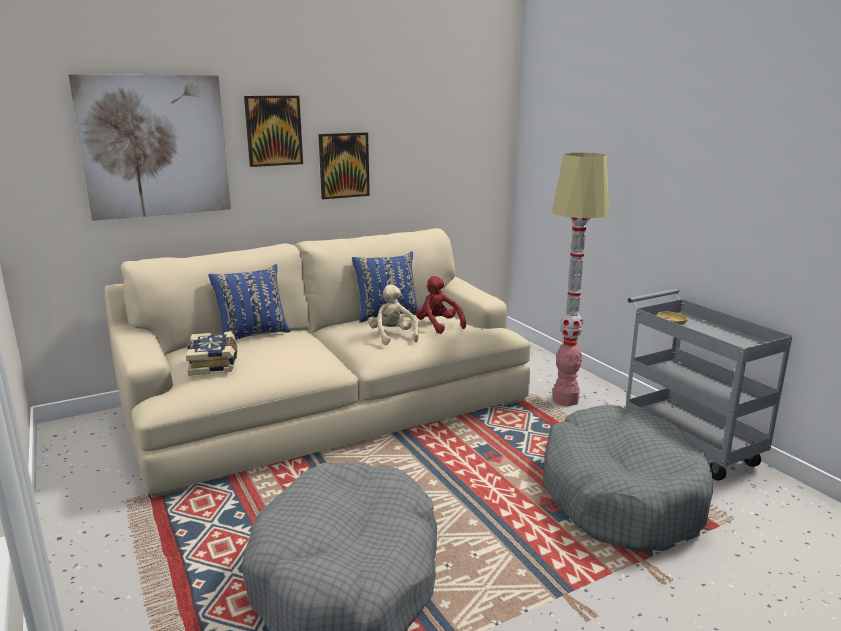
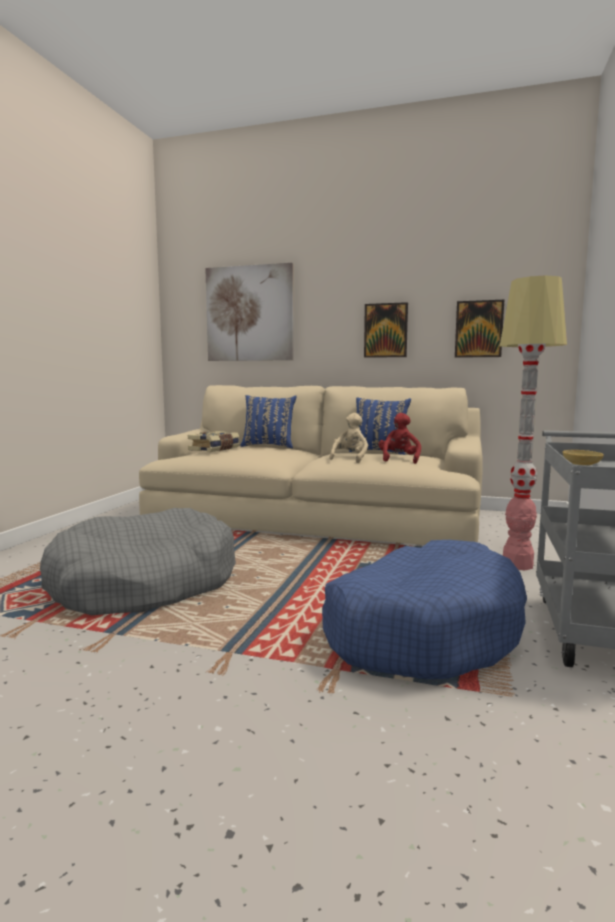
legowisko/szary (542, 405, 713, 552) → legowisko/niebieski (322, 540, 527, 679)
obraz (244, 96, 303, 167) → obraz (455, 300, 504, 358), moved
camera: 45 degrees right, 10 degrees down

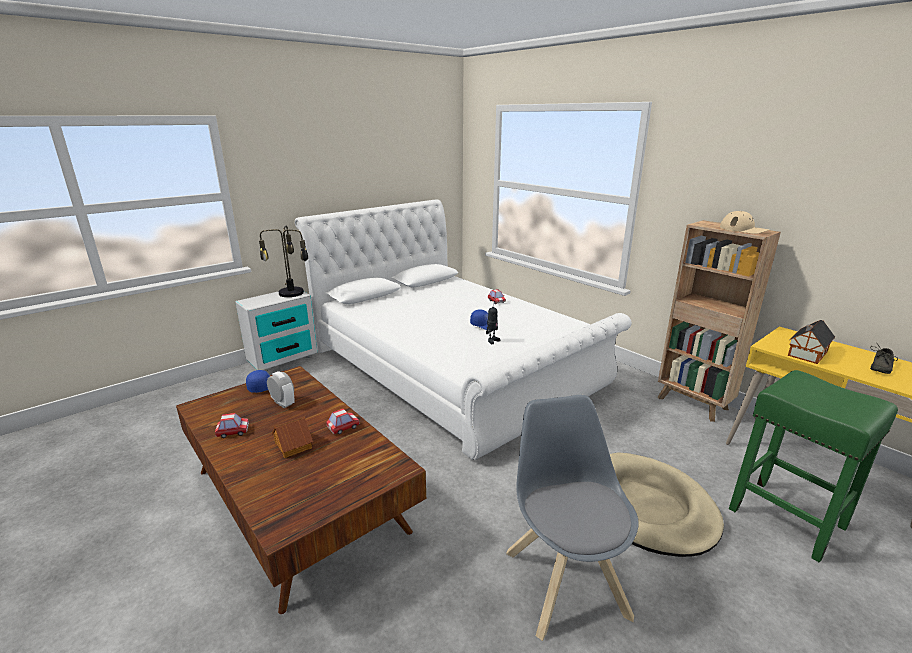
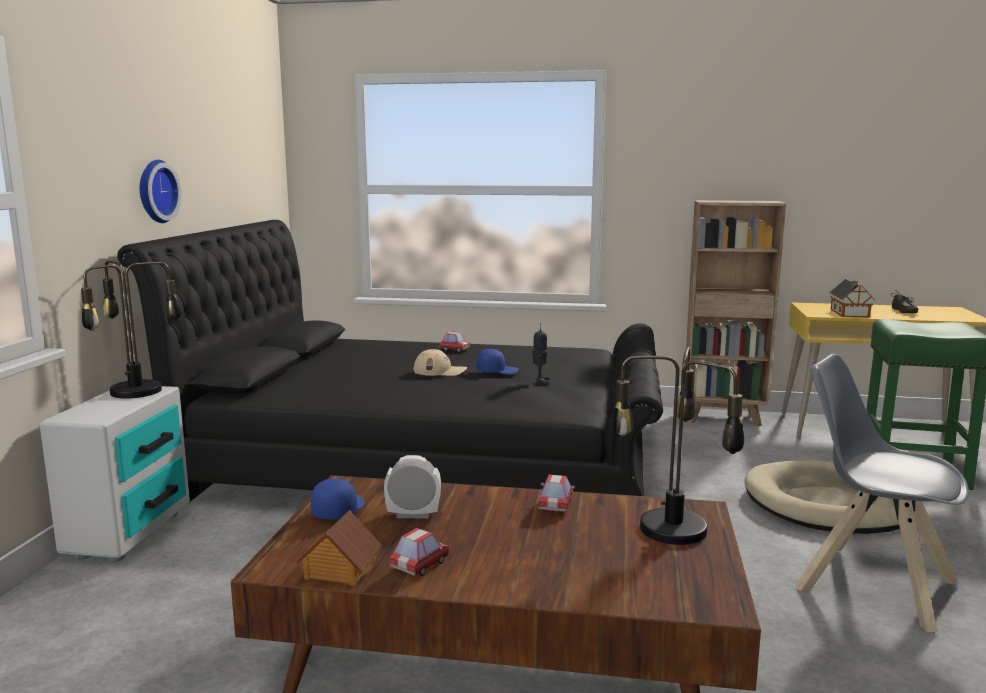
łóżko/biały (295, 199, 632, 460) → łóżko/czarny (117, 220, 663, 501)
- → zegar ścienny (140, 160, 181, 223)
domek (272, 416, 313, 458) → domek (296, 510, 382, 586), moved
czapka z daszkiem/beżowy (720, 211, 769, 234) → czapka z daszkiem/beżowy (413, 349, 467, 376), moved
- → lampa stołowa (613, 347, 744, 545)
camera: 40 degrees left, 10 degrees down

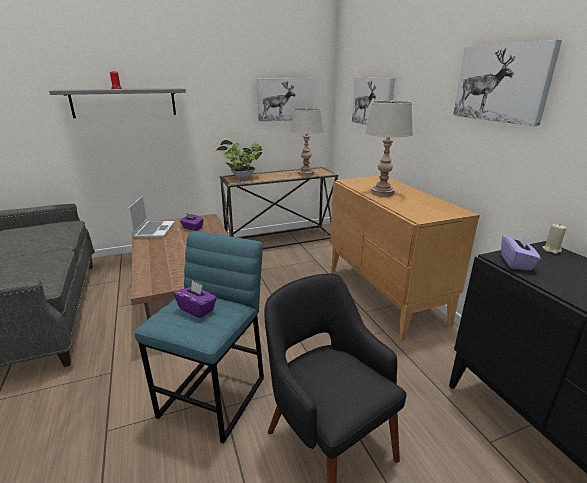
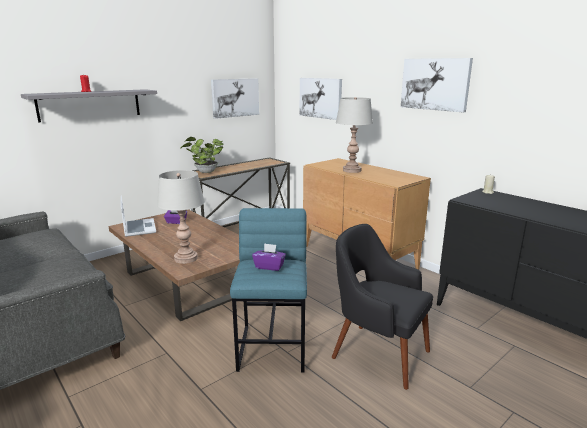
lampa stołowa/szary (290, 108, 323, 176) → lampa stołowa/szary (157, 170, 205, 264), moved
pudełko chusteczek/fioletowy (501, 233, 541, 270) → -
camera: 20 degrees left, 5 degrees down

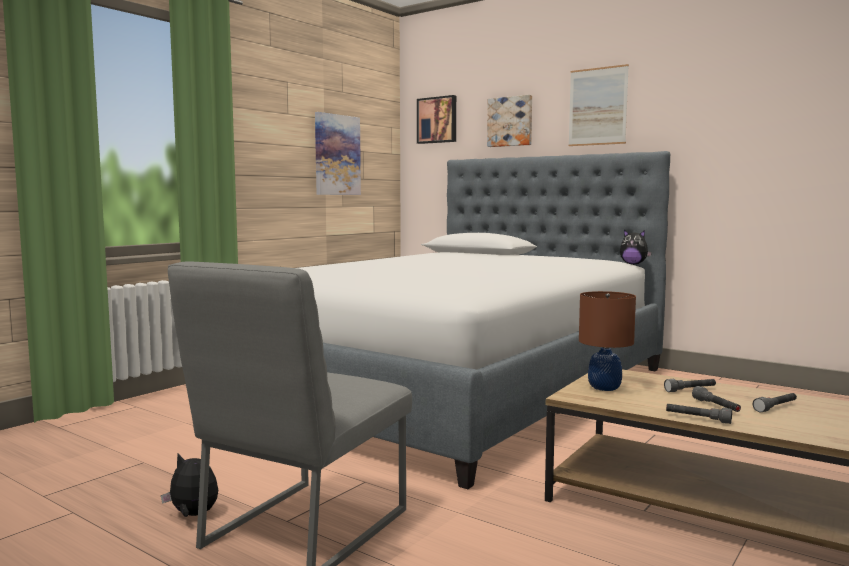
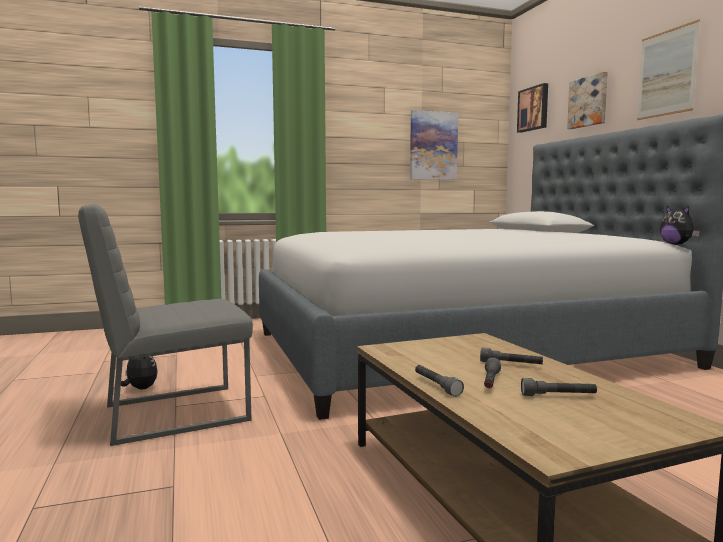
lampa stołowa/brązowy (579, 291, 636, 391) → -
camera: 35 degrees right, 0 degrees up

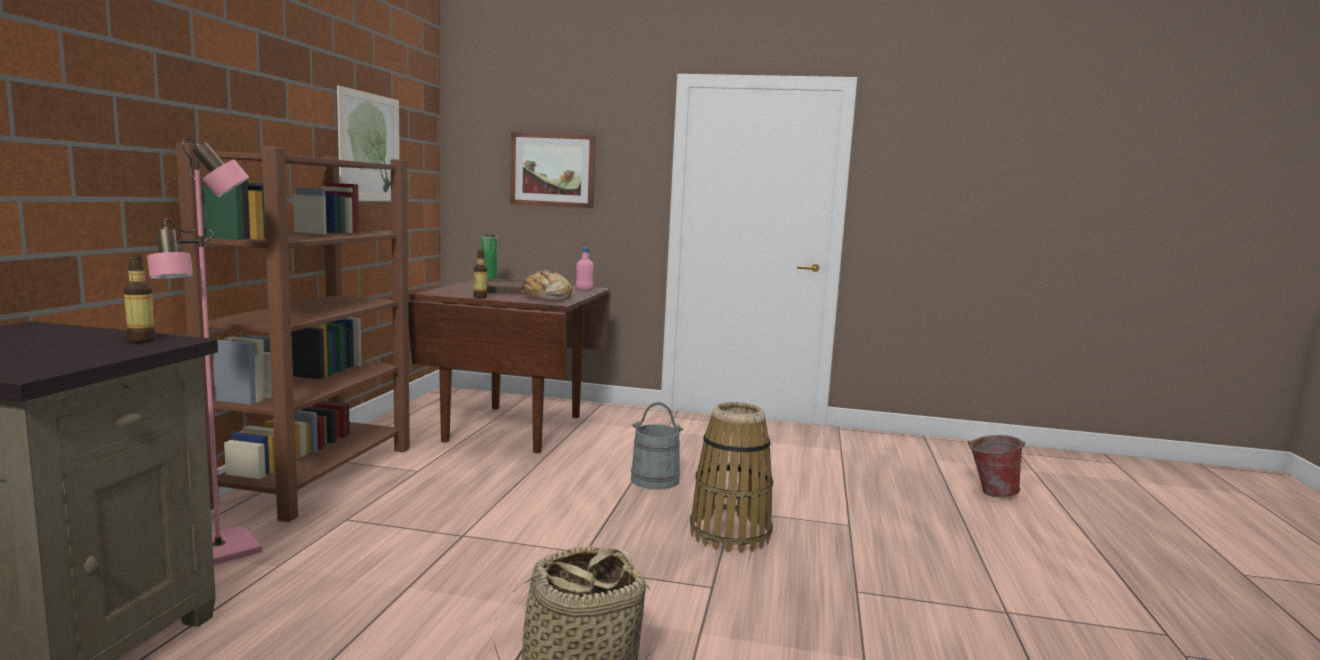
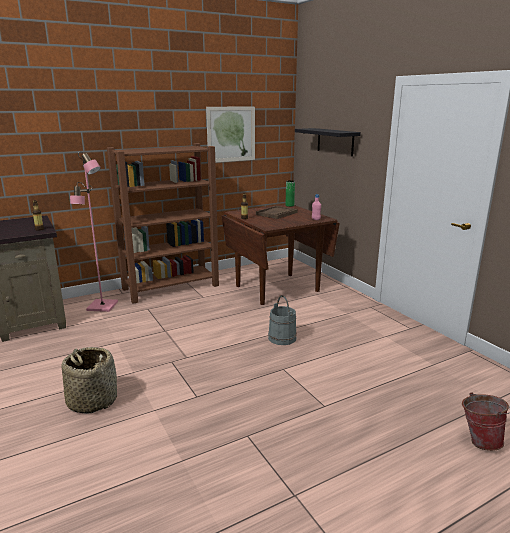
obraz (510, 132, 596, 208) → półka/czarny (295, 128, 361, 156)
chleb (521, 270, 572, 301) → -
koszyk (690, 402, 773, 553) → -
camera: 50 degrees right, 10 degrees up

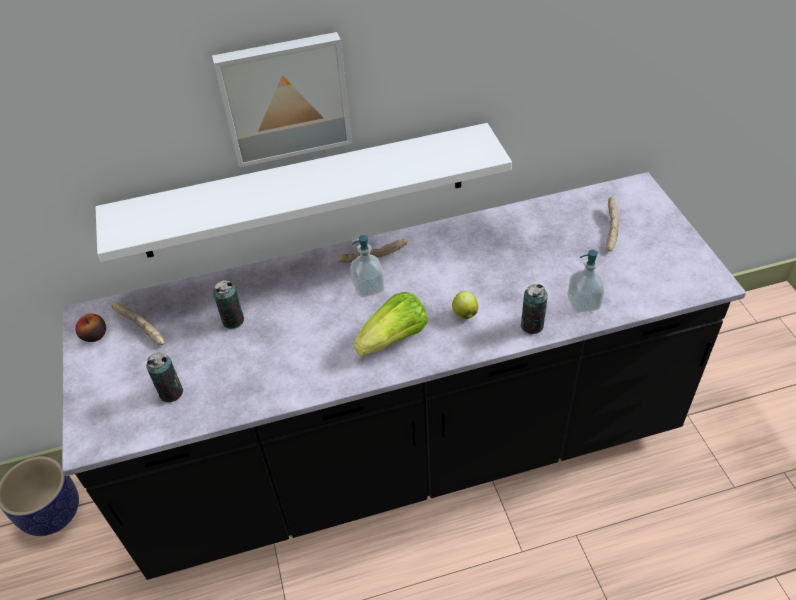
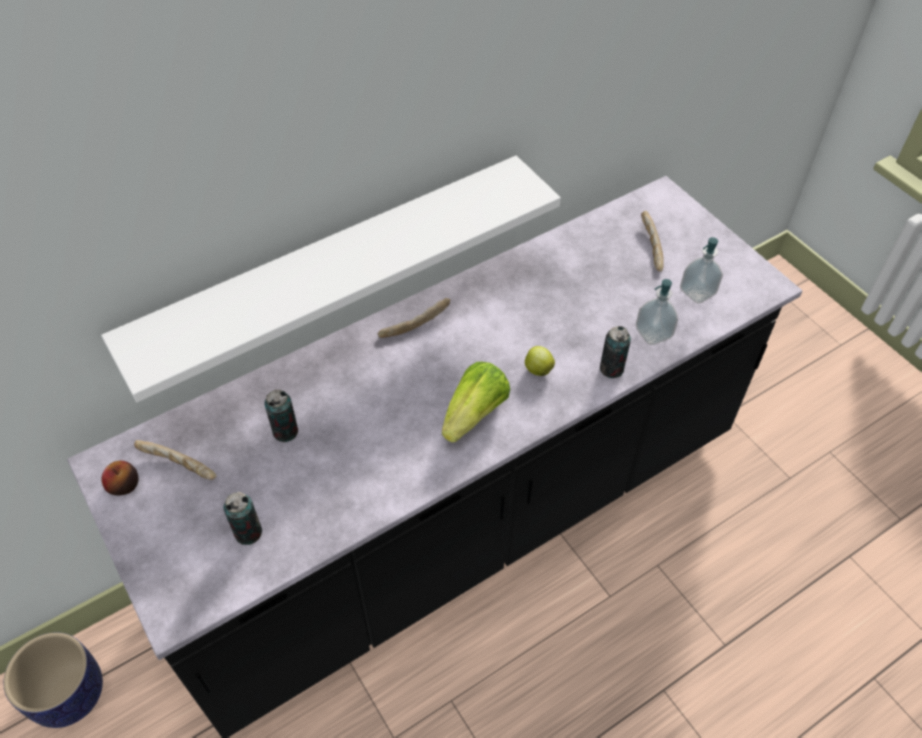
dozownik mydła (350, 235, 385, 297) → dozownik mydła (680, 237, 723, 303), moved
obraz (212, 32, 352, 167) → -
camera: 20 degrees left, 5 degrees up

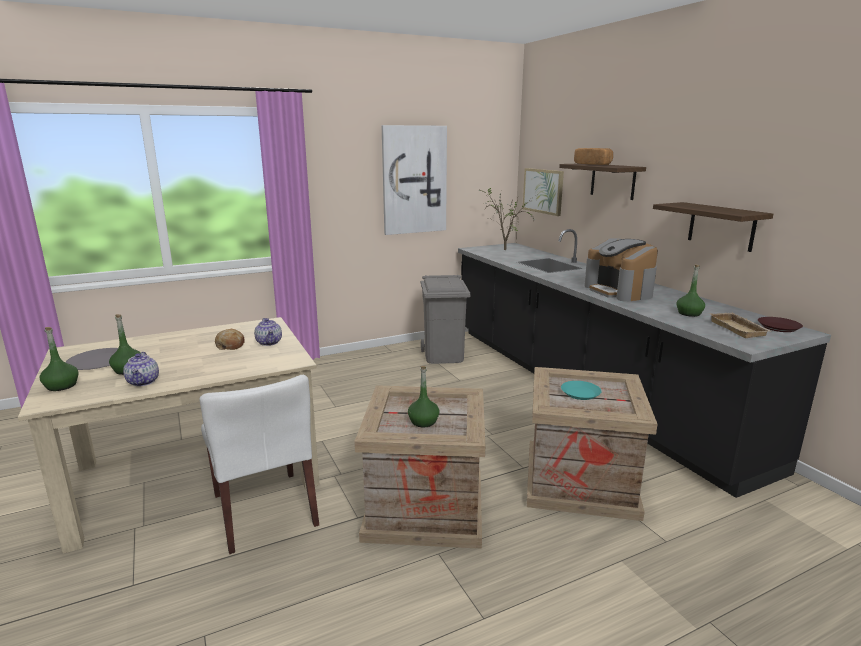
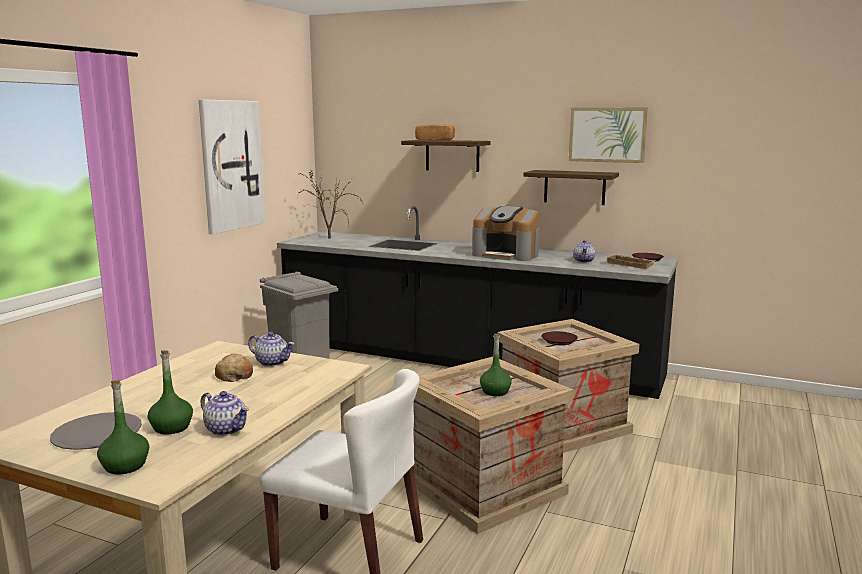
talerz/turkusowy (561, 381, 601, 400) → talerz/brązowy (541, 331, 578, 345)
obraz (523, 168, 564, 216) → obraz (569, 107, 648, 163), moved
butelka/zielony (677, 264, 705, 317) → imbryk (573, 240, 595, 263)
camera: 40 degrees left, 5 degrees down

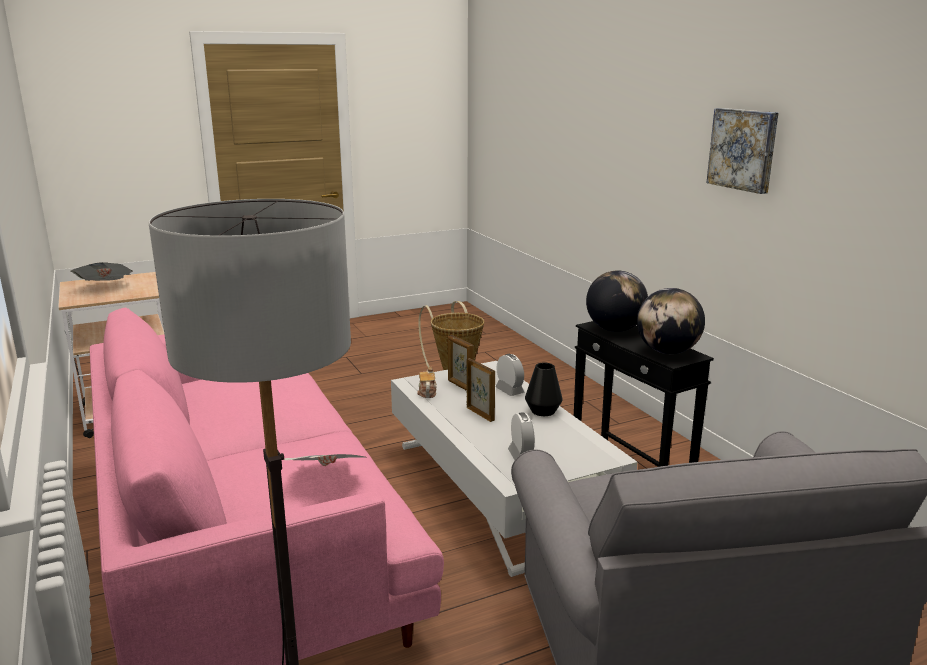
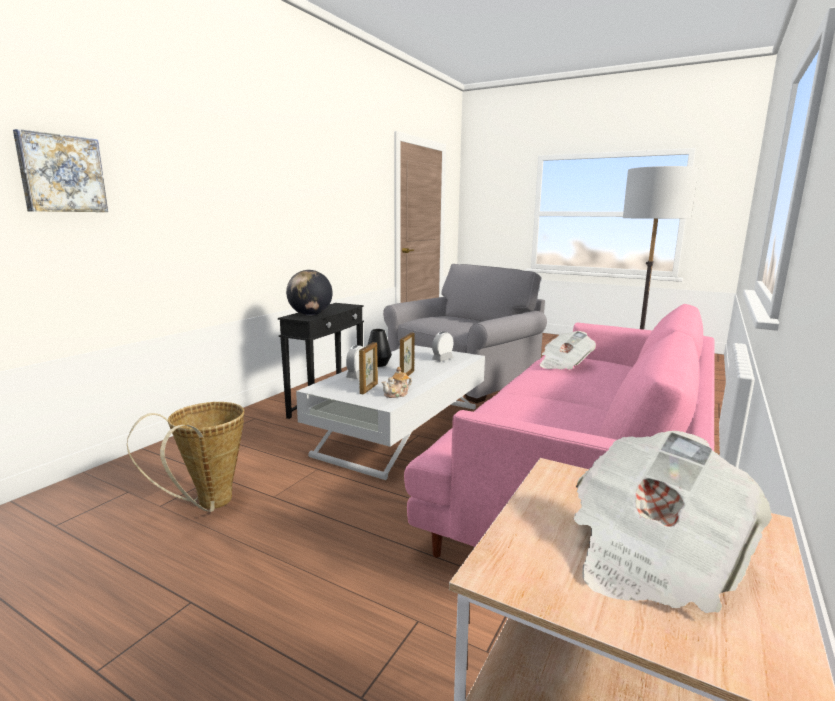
obraz (706, 108, 778, 194) → obraz (13, 129, 108, 212), moved
globus (637, 288, 705, 354) → -
camera: 125 degrees left, 5 degrees down

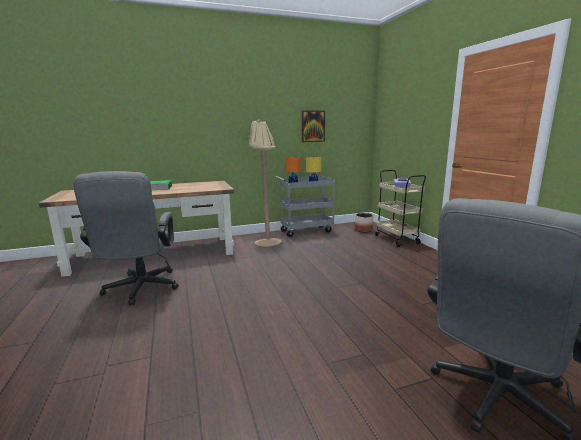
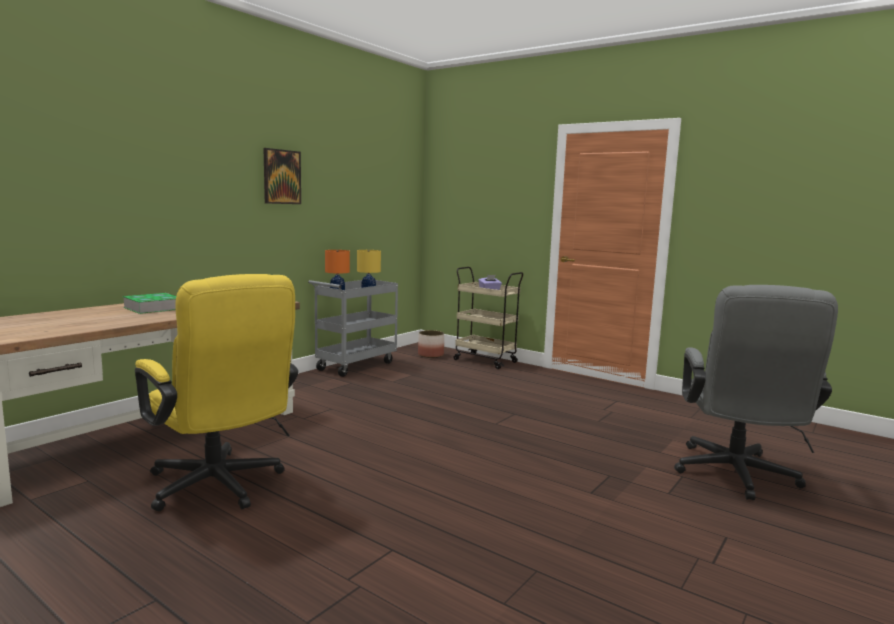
krzesło biurowe/szary (74, 171, 178, 305) → krzesło biurowe/żółty (135, 274, 298, 511)
obraz (302, 111, 325, 142) → obraz (263, 148, 301, 204), moved
lampa stojąca/beżowy (247, 119, 282, 247) → -
camera: 35 degrees left, 5 degrees down

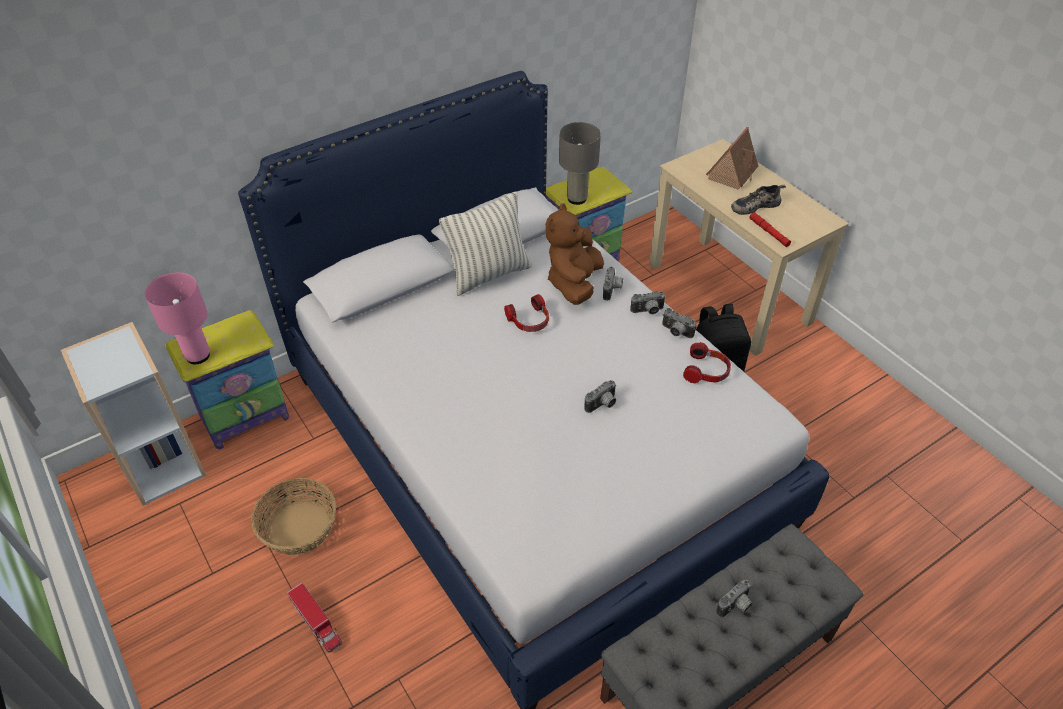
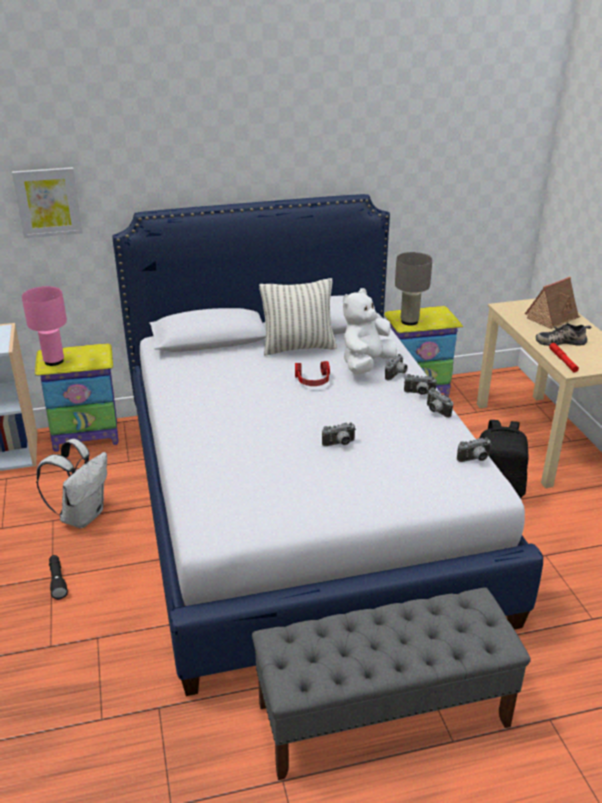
- → obraz (12, 167, 83, 238)
koszyk (251, 478, 336, 555) → plecak/biały (36, 439, 107, 528)
ciężarówka zabawkowa (287, 583, 342, 652) → latarka/czarny (49, 555, 68, 600)
pluszak/brązowy (546, 203, 604, 305) → pluszak/biały (343, 288, 397, 374)
aparat fotograficzny (716, 580, 753, 618) → aparat fotograficzny (457, 437, 492, 462), moved
słuchawki (683, 342, 731, 383) → -
camera: 20 degrees right, 15 degrees down

